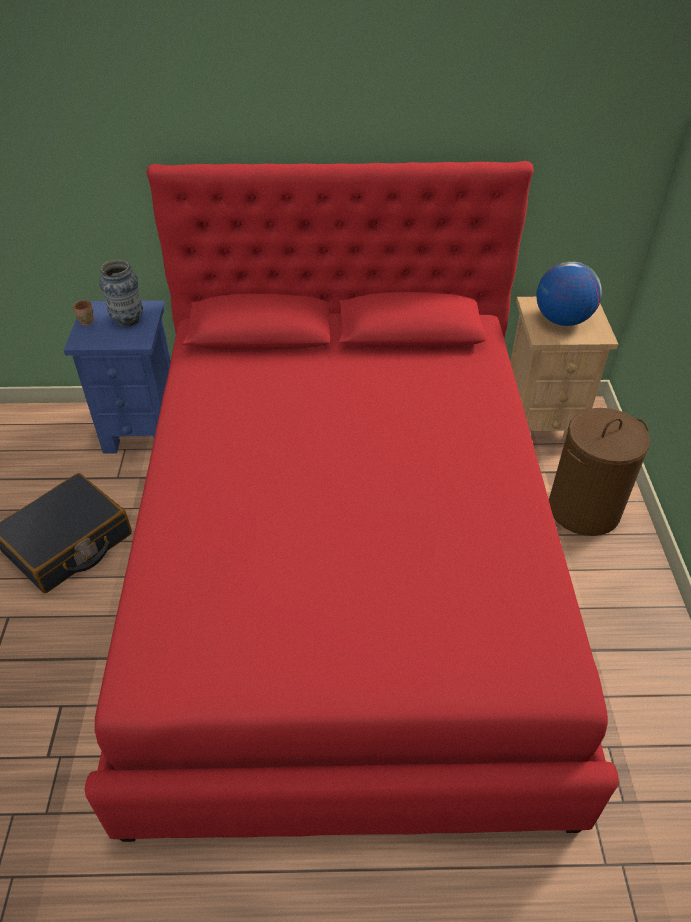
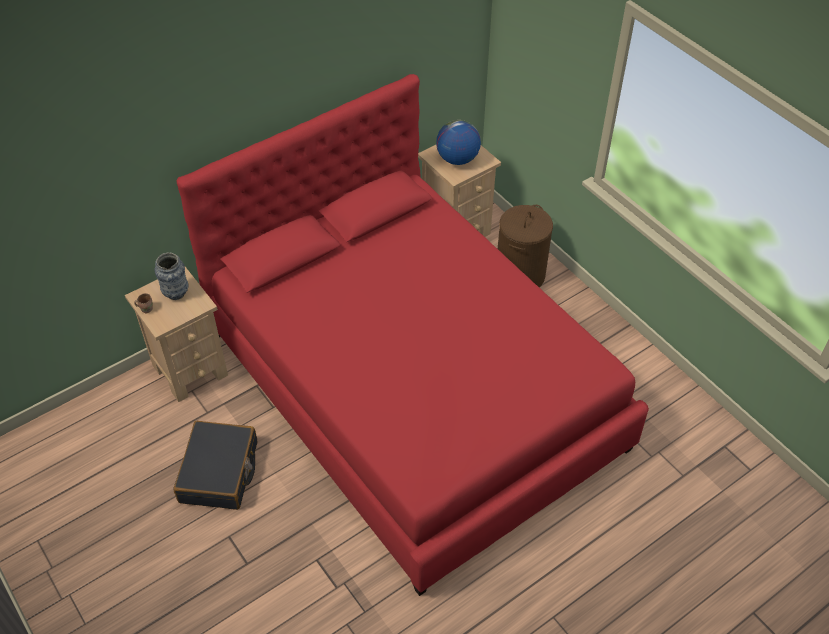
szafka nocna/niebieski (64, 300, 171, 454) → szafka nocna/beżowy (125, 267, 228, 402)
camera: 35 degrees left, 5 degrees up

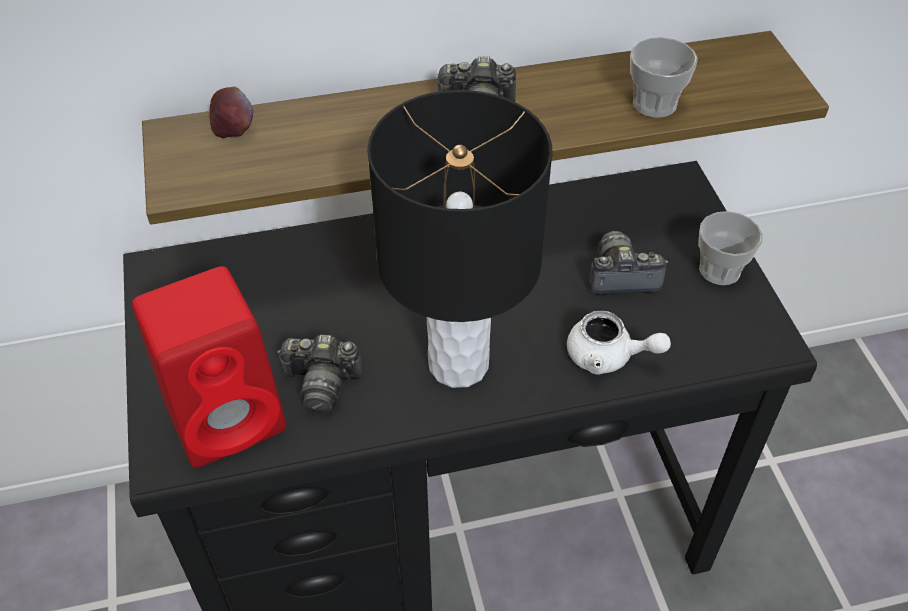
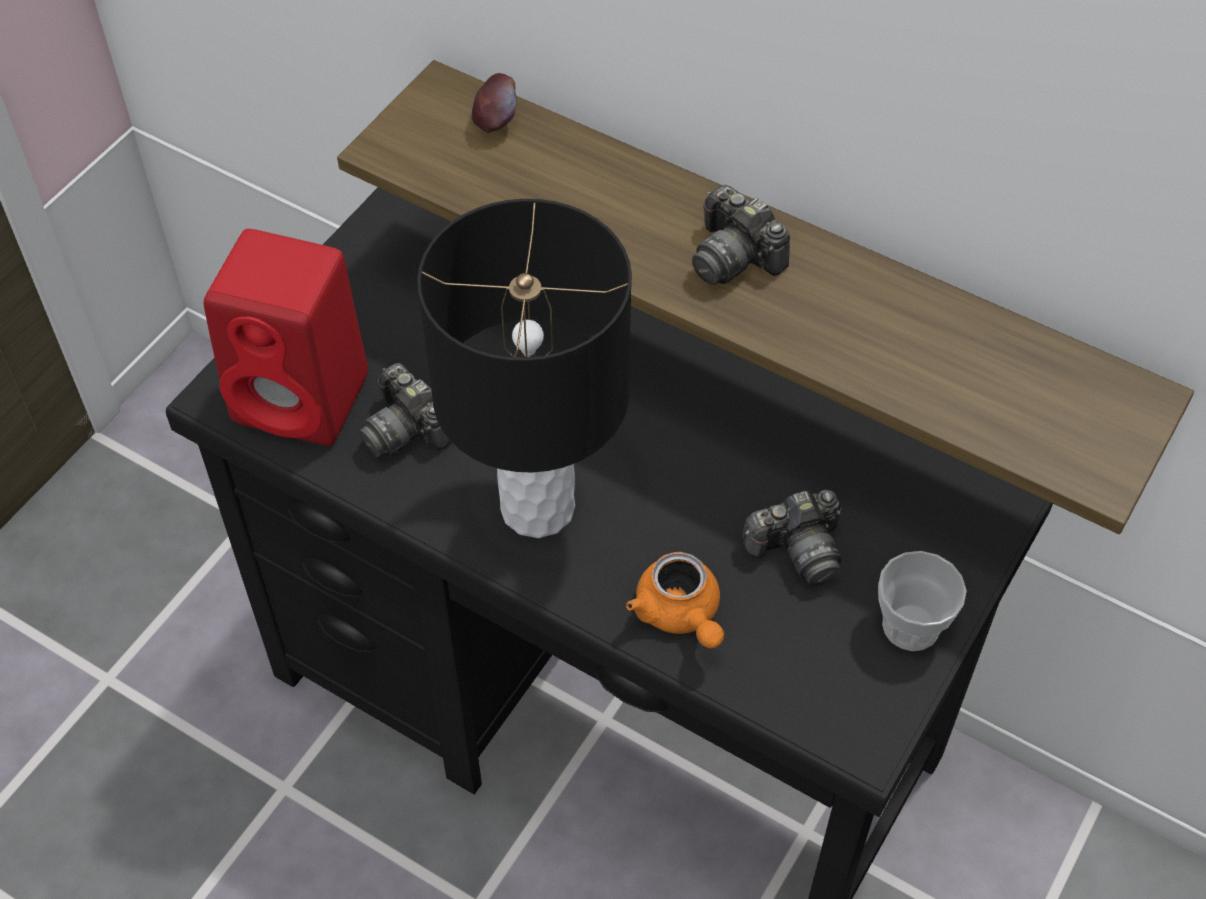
imbryk/biały (567, 311, 671, 375) → imbryk/pomarańczowy (626, 552, 724, 648)
aparat fotograficzny (589, 231, 668, 295) → aparat fotograficzny (742, 490, 842, 586), 120 degrees clockwise
filiżanka (630, 37, 698, 118) → -
camera: 45 degrees right, 5 degrees up

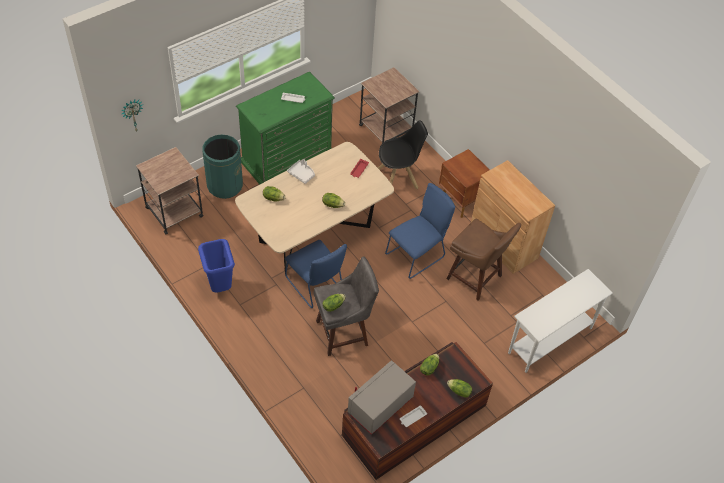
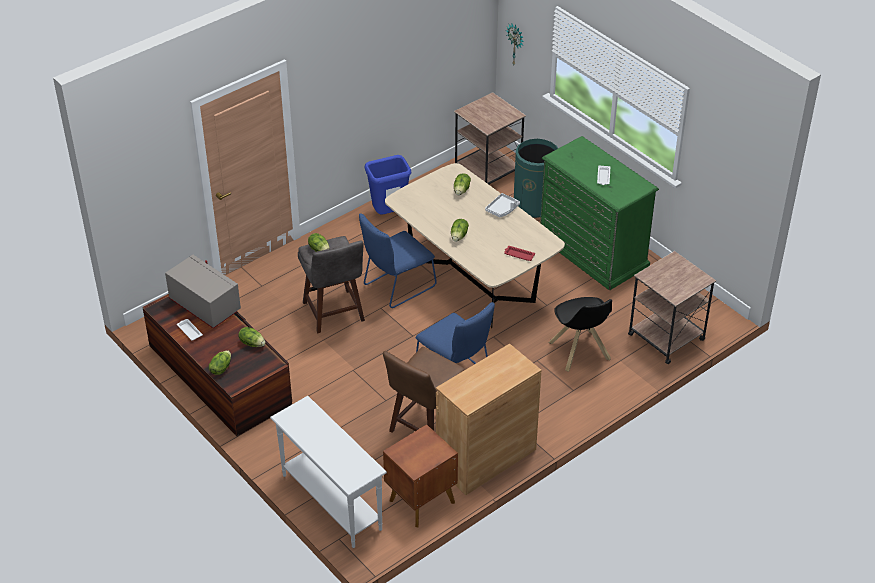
szafka nocna/brązowy (439, 149, 490, 218) → szafka nocna/brązowy (383, 425, 458, 527), moved
camera: 90 degrees right, 10 degrees down

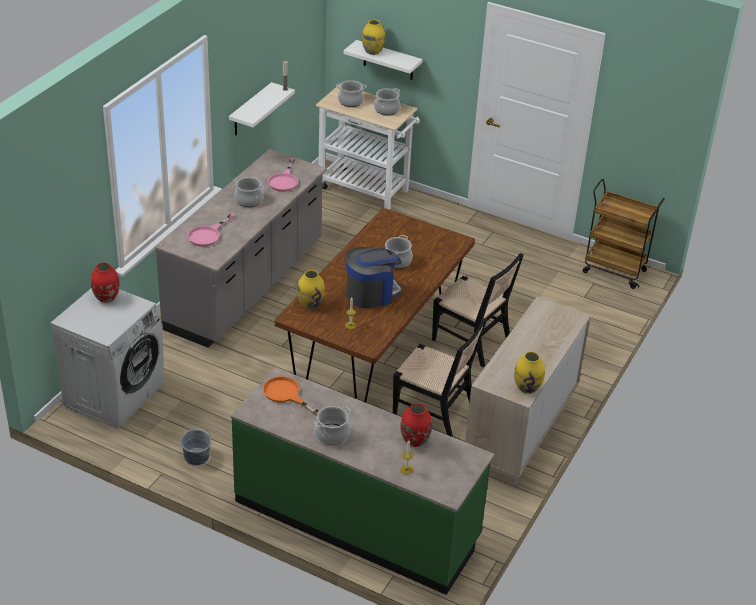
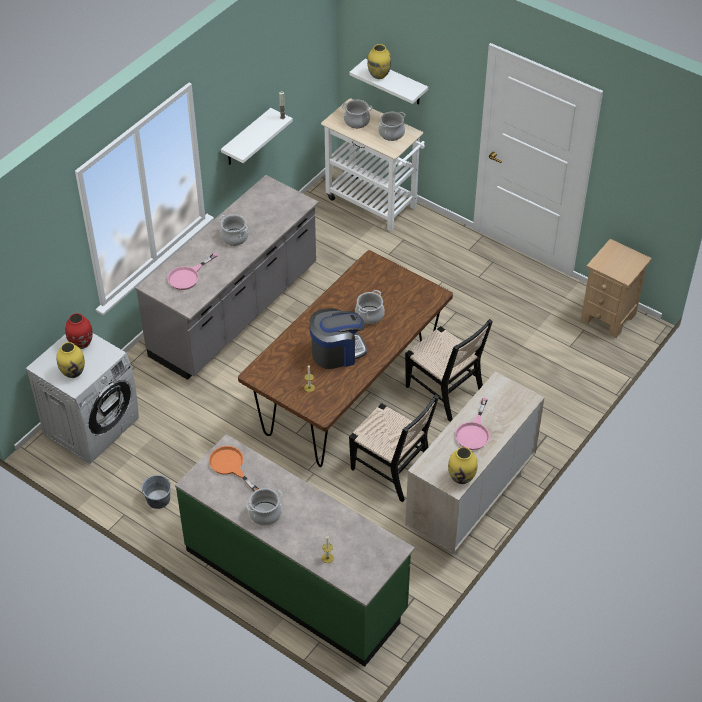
wazon/żółty (297, 270, 325, 309) → wazon/żółty (56, 342, 85, 378), moved
patelnia/różowy (268, 158, 298, 192) → patelnia/różowy (455, 398, 490, 450), moved
wózek/brązowy (583, 179, 665, 289) → szafka nocna/beżowy (581, 239, 652, 338)
wazon/czerwony (400, 403, 432, 447) → -
camera: 10 degrees right, 10 degrees up

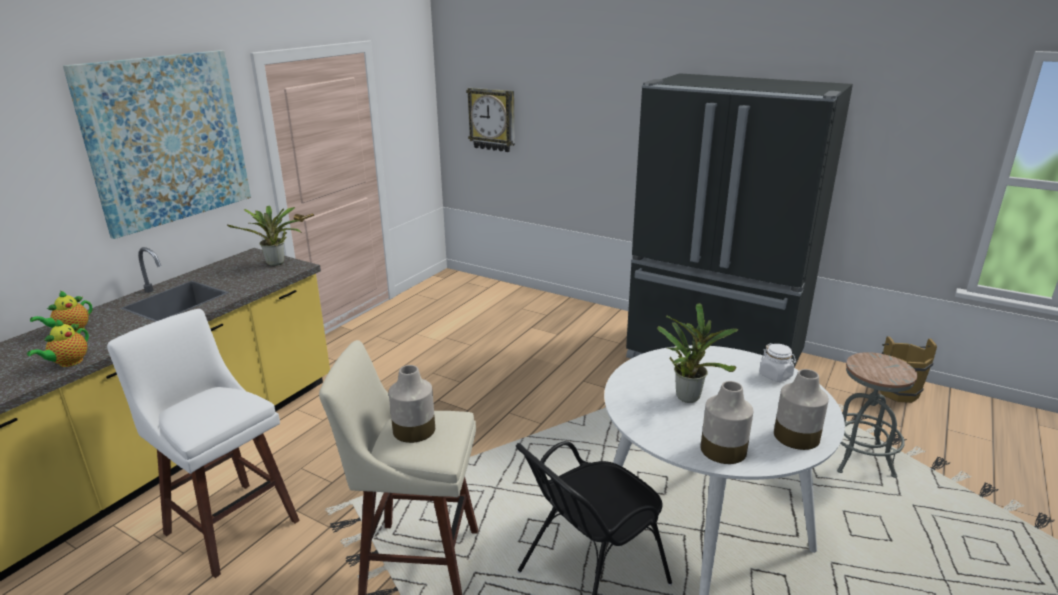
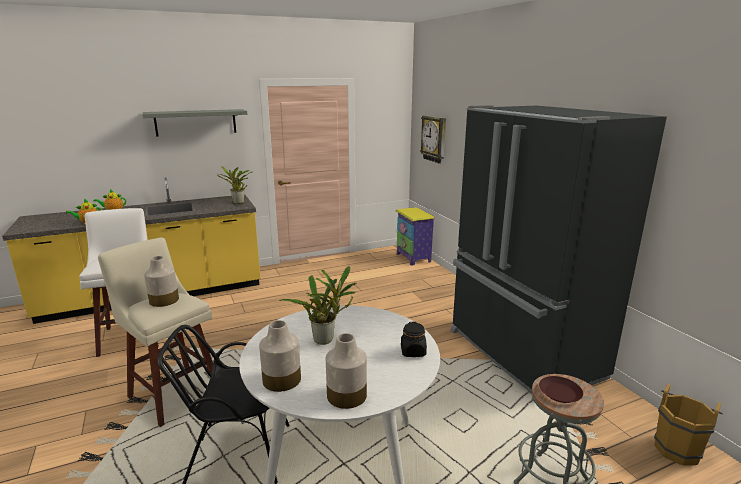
obraz (63, 50, 251, 239) → półka/szary (142, 109, 247, 136)
- → szafka nocna (395, 207, 435, 265)
słoik/biały (759, 343, 796, 382) → słoik/czarny (401, 322, 427, 357)
- → talerz/brązowy (539, 376, 583, 403)
camera: 35 degrees right, 5 degrees down

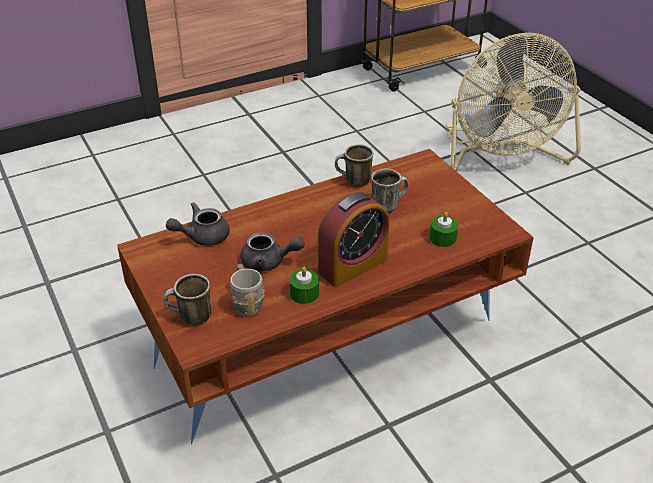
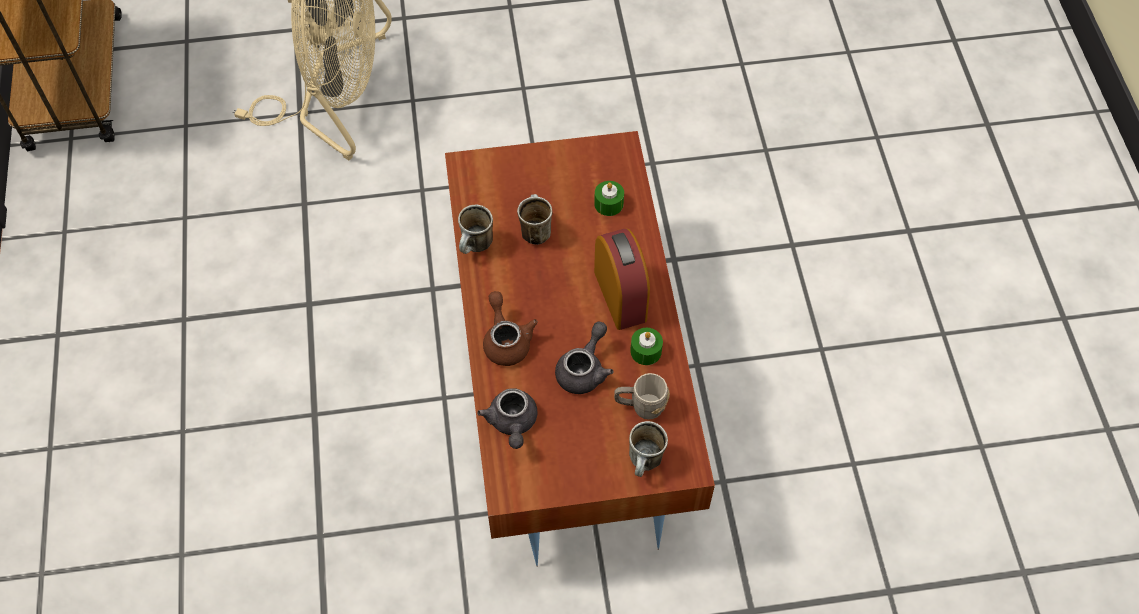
- → imbryk/brązowy (483, 291, 538, 366)
camera: 70 degrees left, 20 degrees up

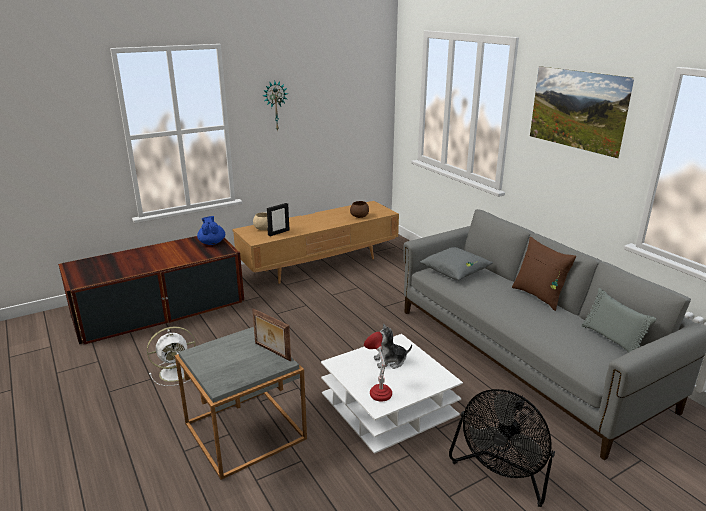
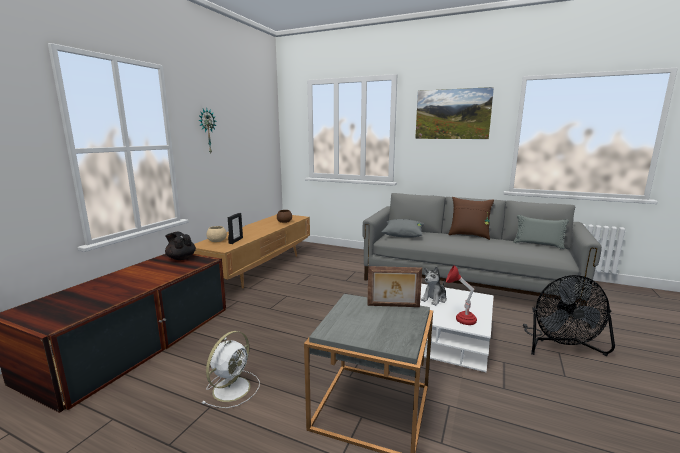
imbryk/niebieski (197, 216, 225, 245) → imbryk/czarny (165, 231, 196, 260)
camera: 35 degrees left, 10 degrees down

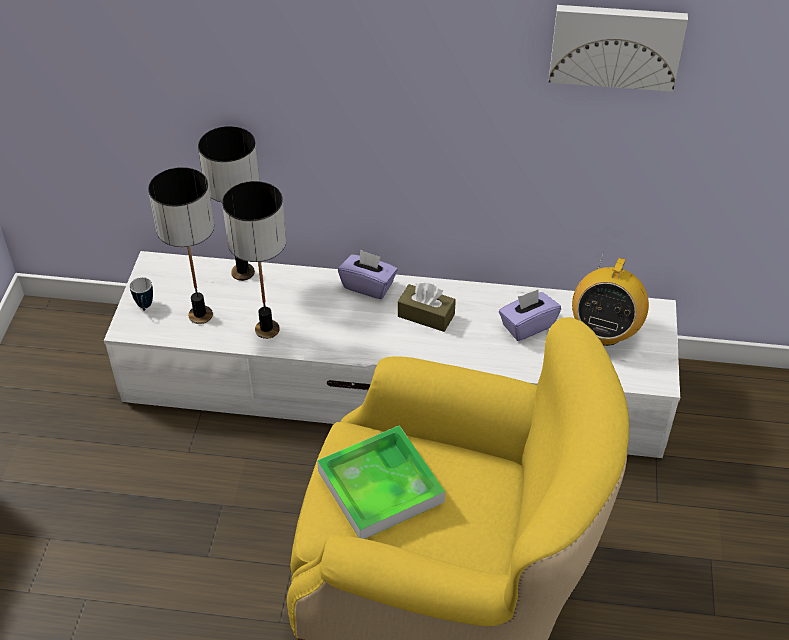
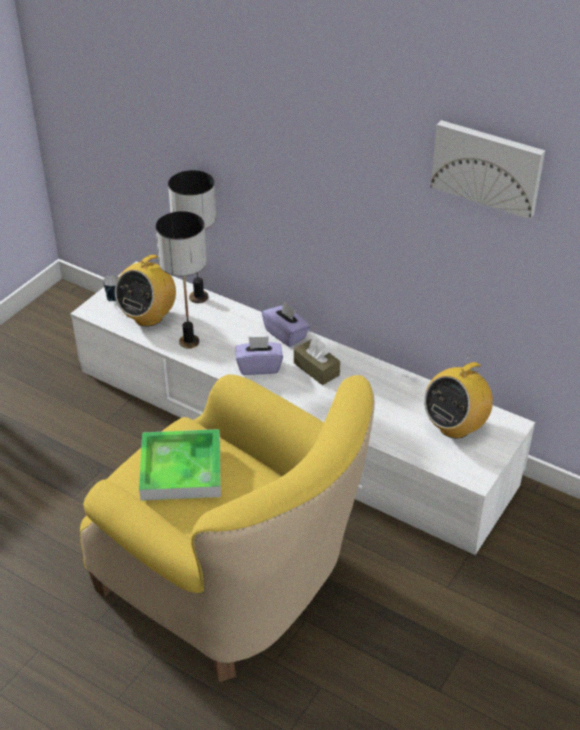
lampa stołowa (148, 167, 214, 324) → radio (115, 251, 176, 327)
pudełko chusteczek/fioletowy (499, 289, 561, 341) → pudełko chusteczek/fioletowy (236, 336, 283, 375), moved
camera: 25 degrees right, 5 degrees down

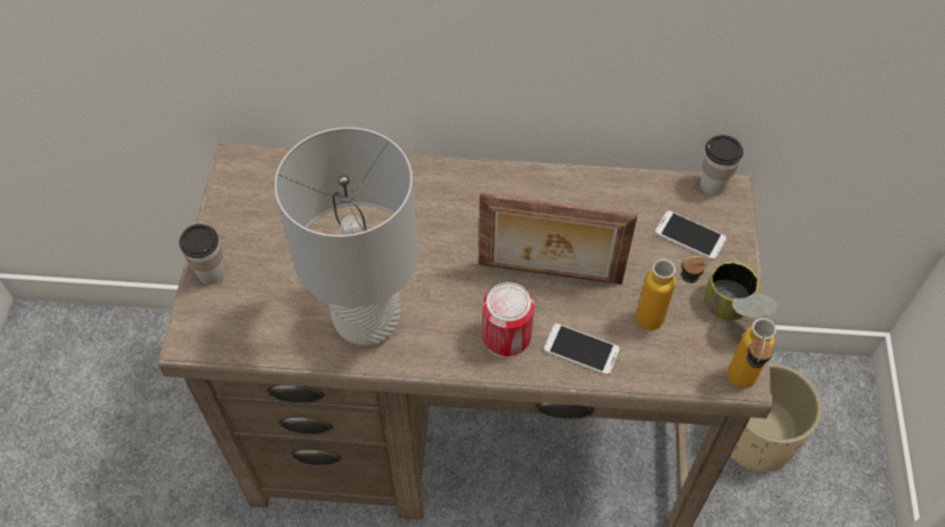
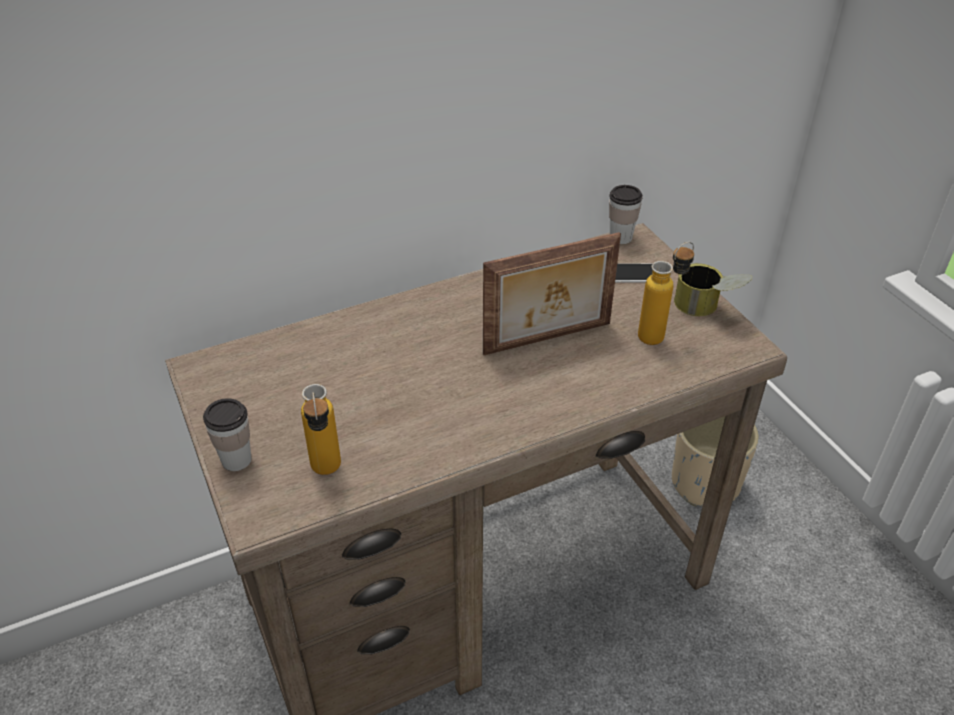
butelka (727, 318, 777, 388) → butelka (301, 384, 341, 475), moved
lampa stołowa/szary (275, 127, 418, 346) → -
puszka (482, 282, 534, 358) → -
telefon (544, 323, 620, 375) → -
camera: 30 degrees left, 15 degrees down

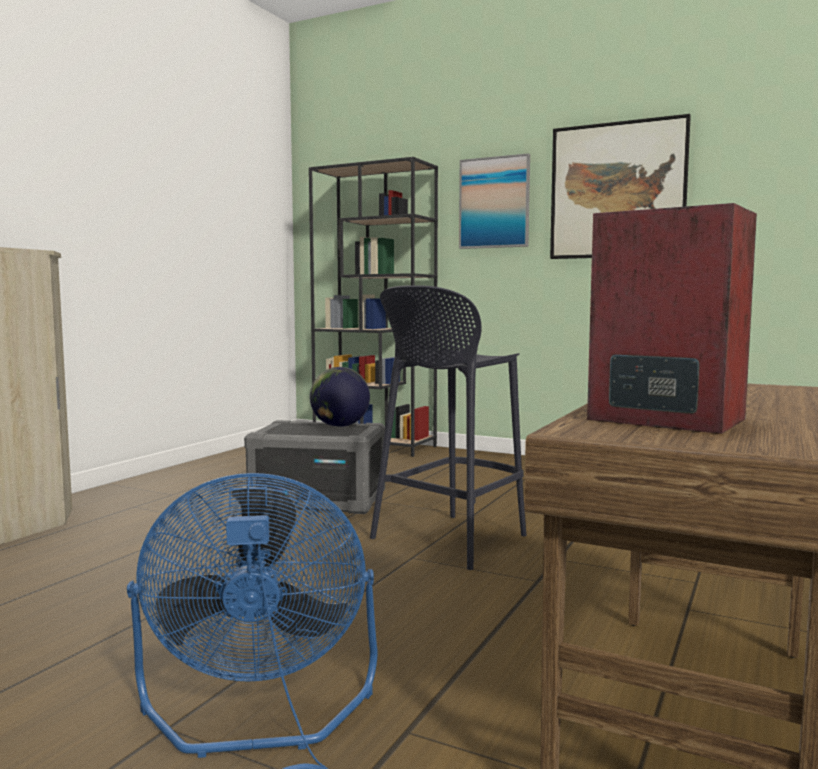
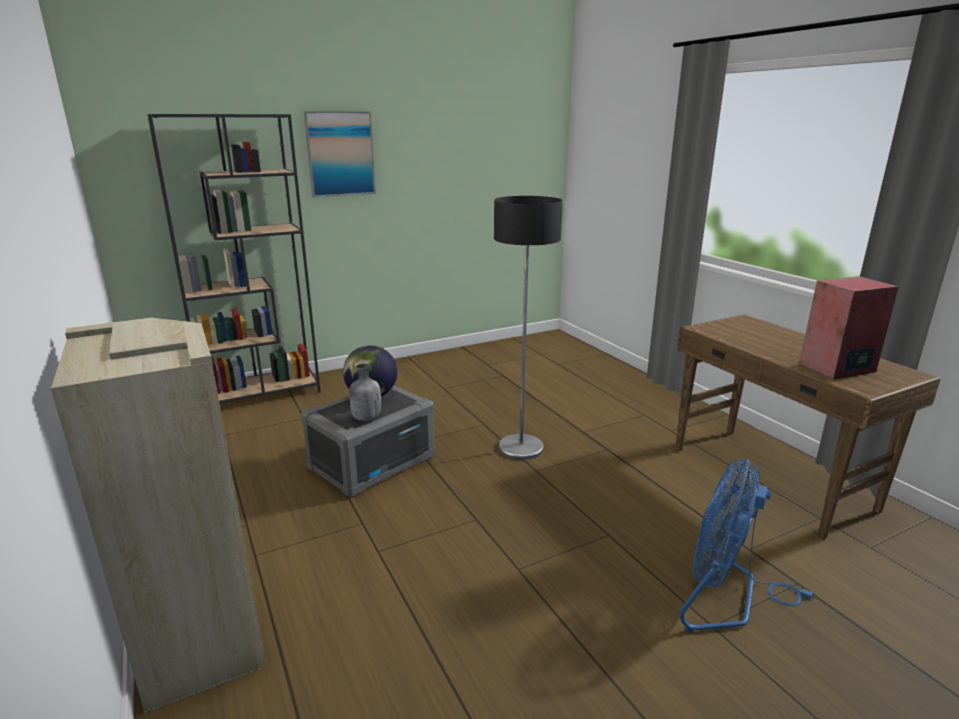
- → butelka/szary (349, 364, 381, 421)
stołek/szary (370, 285, 527, 570) → lampa stojąca (494, 196, 563, 460)
obraz (550, 114, 691, 259) → -
camera: 55 degrees left, 15 degrees up

